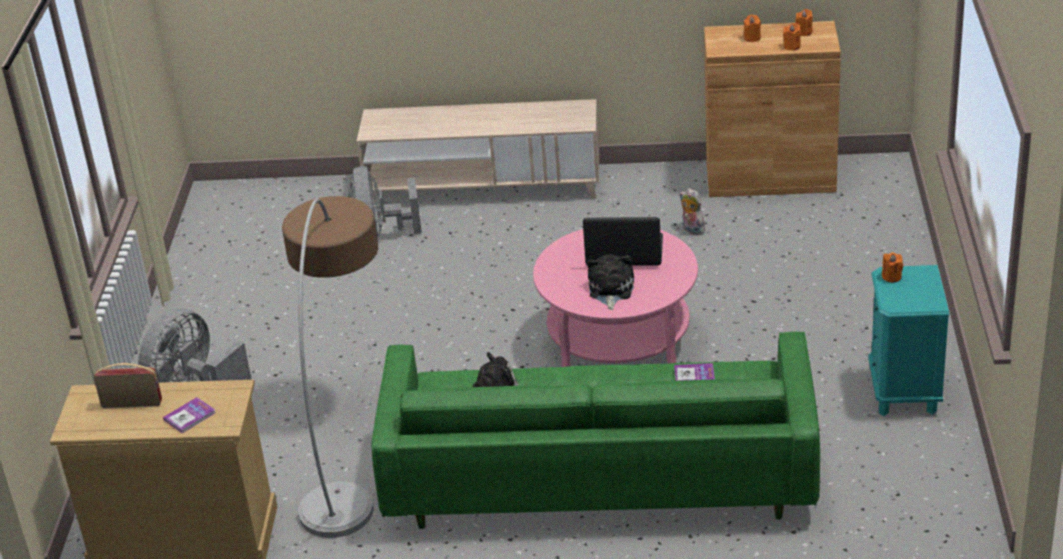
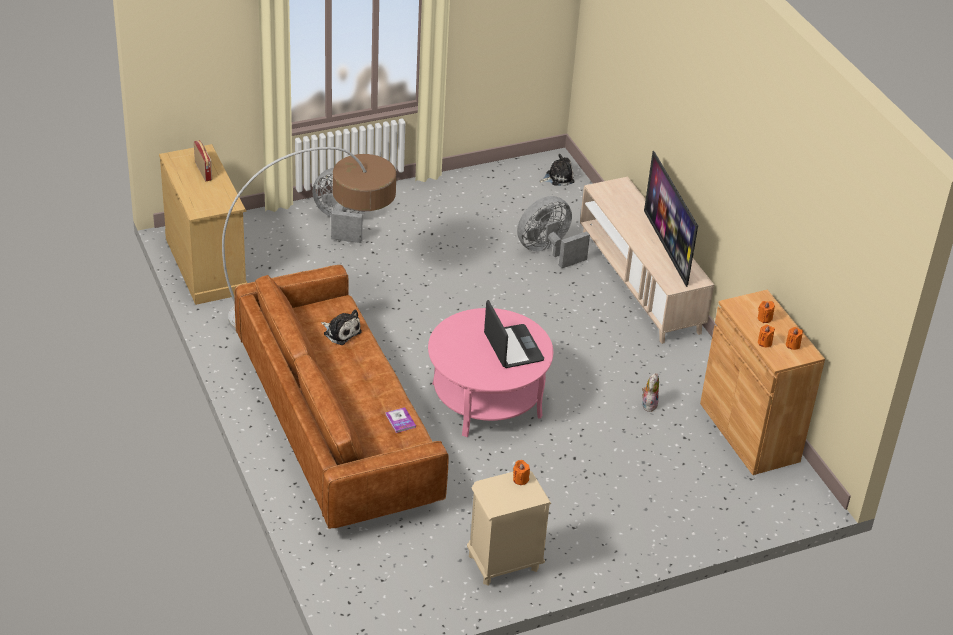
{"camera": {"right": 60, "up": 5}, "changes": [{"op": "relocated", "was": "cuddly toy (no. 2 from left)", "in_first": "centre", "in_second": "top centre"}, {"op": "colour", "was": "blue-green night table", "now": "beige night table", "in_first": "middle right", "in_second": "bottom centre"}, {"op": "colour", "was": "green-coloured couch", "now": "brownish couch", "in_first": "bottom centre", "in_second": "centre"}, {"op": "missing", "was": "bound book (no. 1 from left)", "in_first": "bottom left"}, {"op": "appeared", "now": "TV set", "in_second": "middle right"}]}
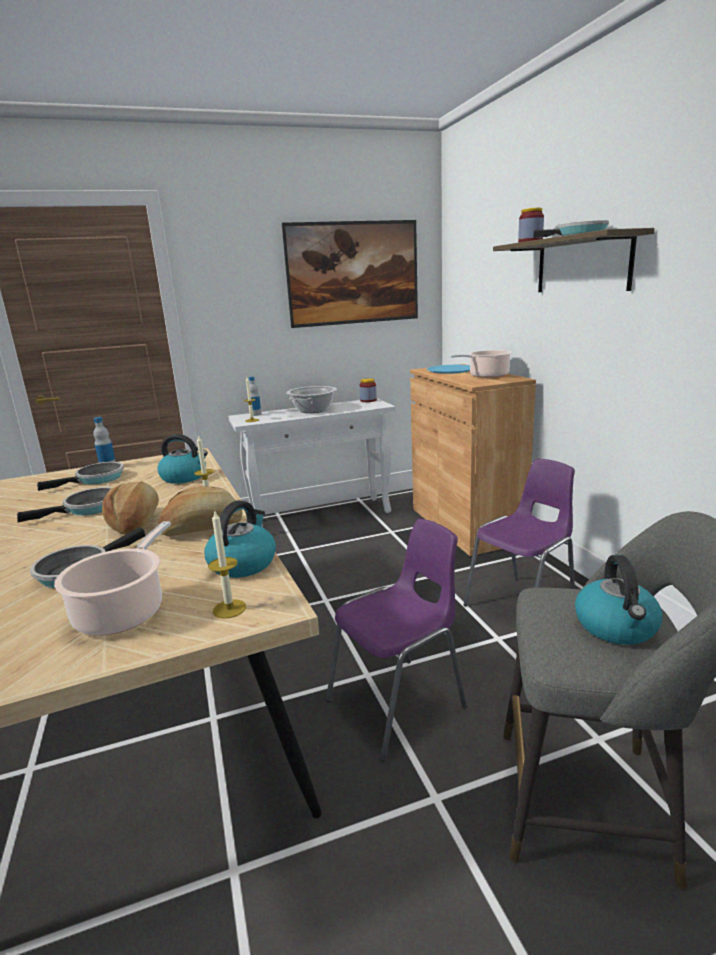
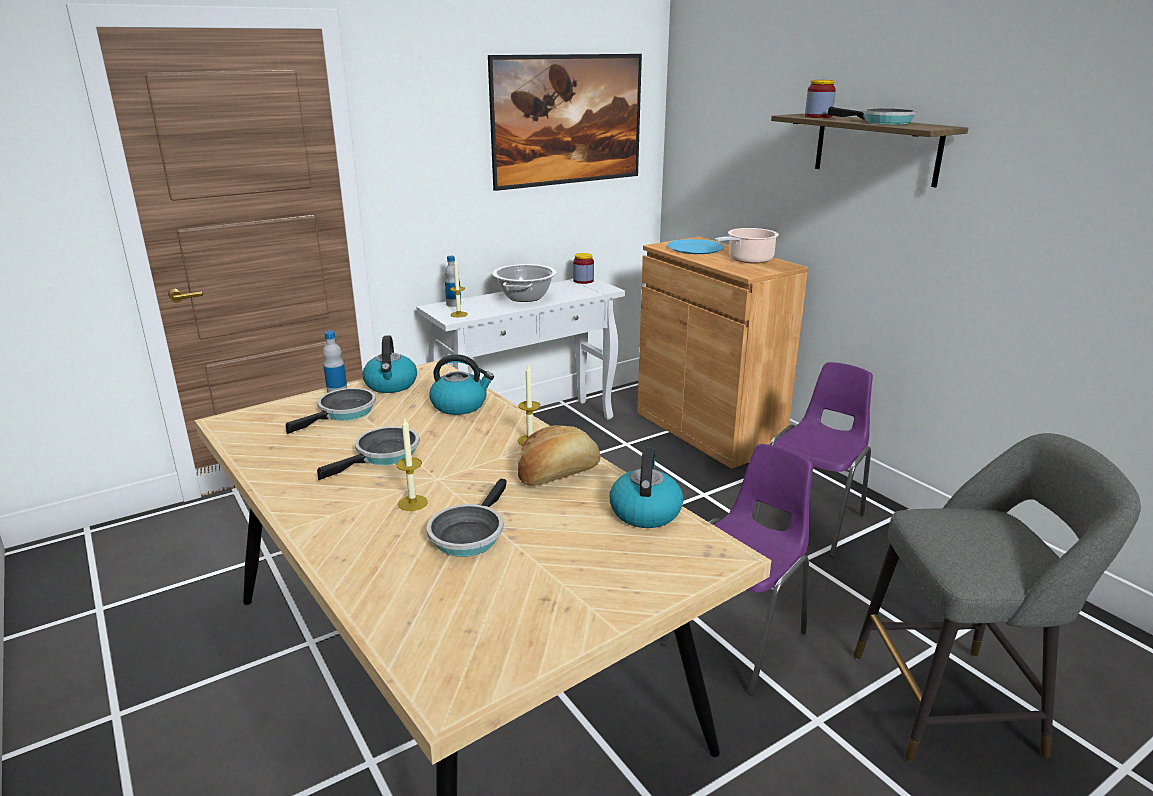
{"camera": {"right": -15, "up": 5}, "changes": [{"op": "missing", "was": "bread (no. 1 from left)", "in_first": "middle left"}, {"op": "relocated", "was": "wax candle (no. 2 from left in the first image)", "now": "wax candle (no. 1 from left)", "in_first": "middle left", "in_second": "centre"}, {"op": "missing", "was": "cooking pot (no. 1 from left)", "in_first": "middle left"}, {"op": "relocated", "was": "tea kettle (no. 3 from left in the first image)", "now": "tea kettle (no. 1 from left)", "in_first": "middle right", "in_second": "centre"}]}
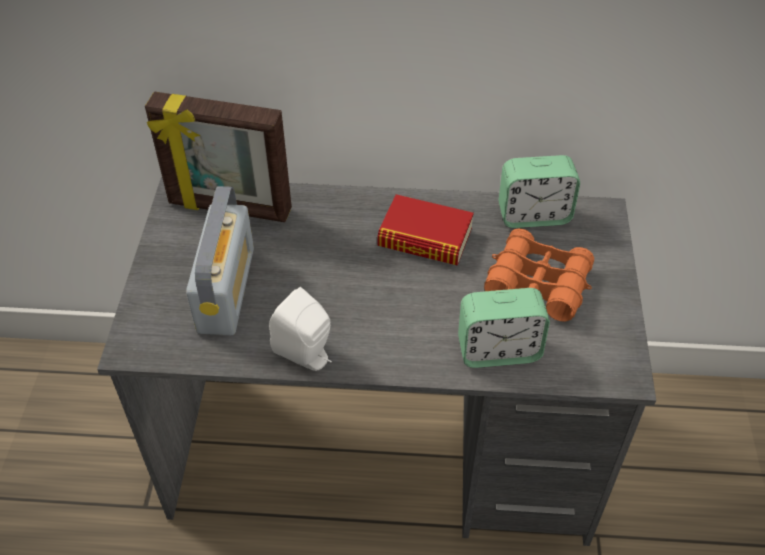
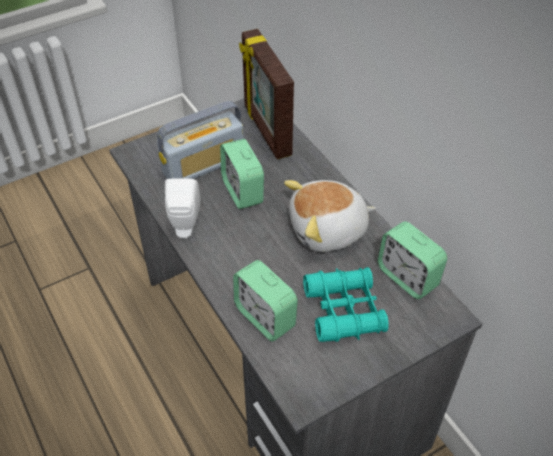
{"camera": {"right": 55, "up": 0}, "changes": [{"op": "exchanged", "was": "bound book", "now": "cuddly toy", "in_first": "centre", "in_second": "centre"}, {"op": "colour", "was": "orange pair of binoculars", "now": "blue-green pair of binoculars", "in_first": "middle right", "in_second": "bottom centre"}, {"op": "appeared", "now": "bedside clock (no. 1 from left)", "in_second": "centre"}]}
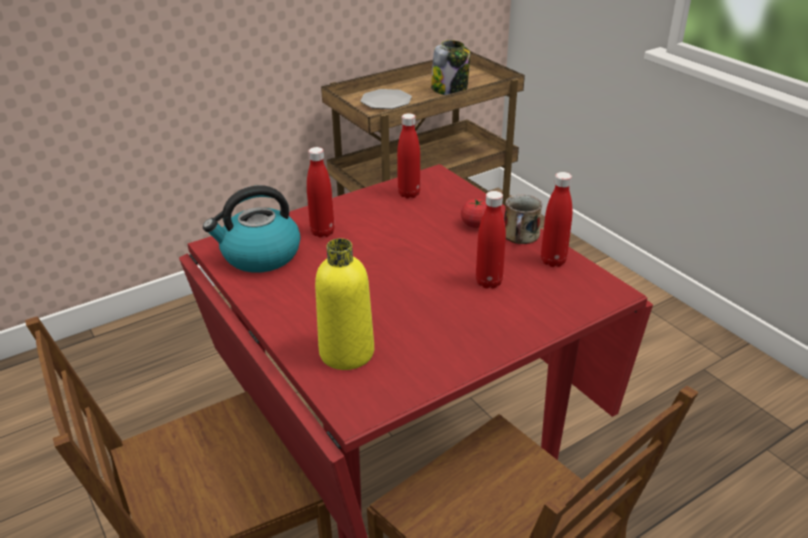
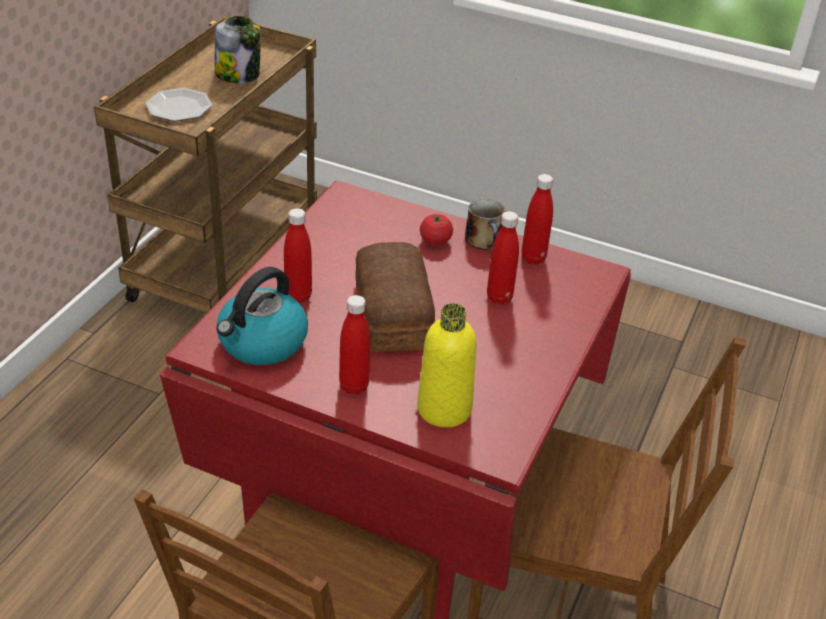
{"camera": {"right": -35, "up": 5}, "changes": [{"op": "relocated", "was": "red beverage bottle (no. 2 from left)", "in_first": "top centre", "in_second": "centre"}, {"op": "appeared", "now": "bread", "in_second": "centre"}]}
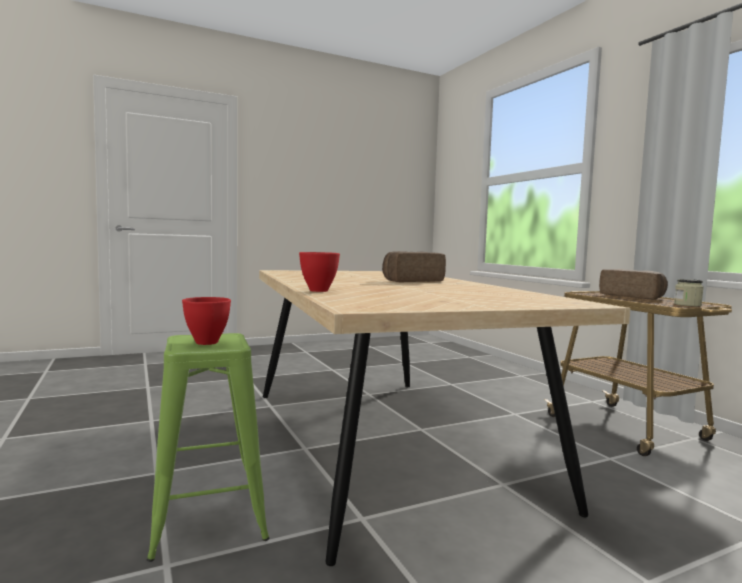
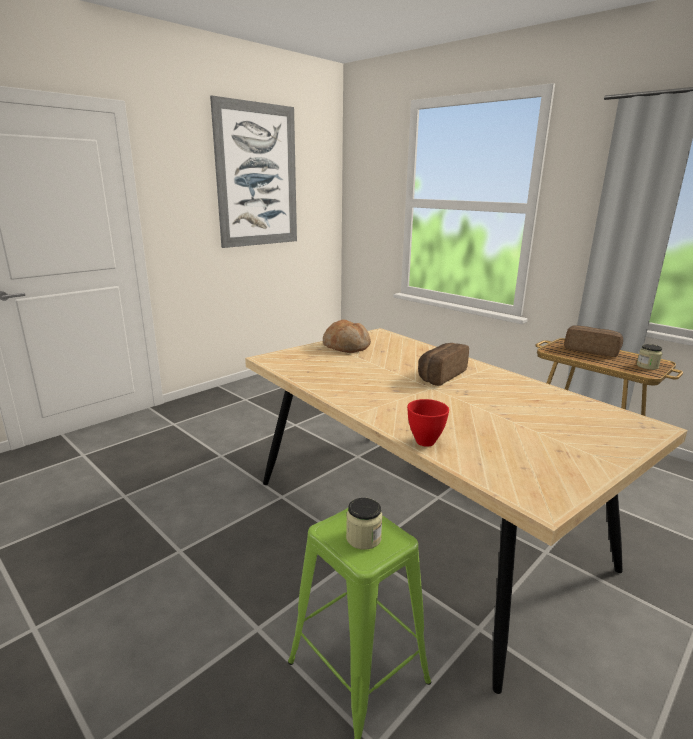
{"camera": {"right": -20, "up": 15}, "changes": [{"op": "exchanged", "was": "red serving bowl (no. 1 from left)", "now": "jar (no. 1 from left)", "in_first": "middle left", "in_second": "bottom centre"}, {"op": "appeared", "now": "wall picture", "in_second": "top centre"}, {"op": "appeared", "now": "bread (no. 1 from left)", "in_second": "centre"}]}
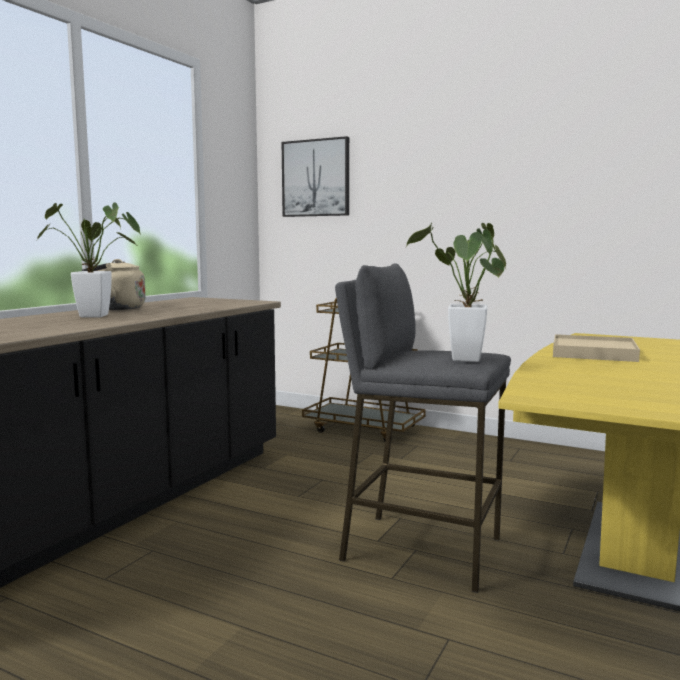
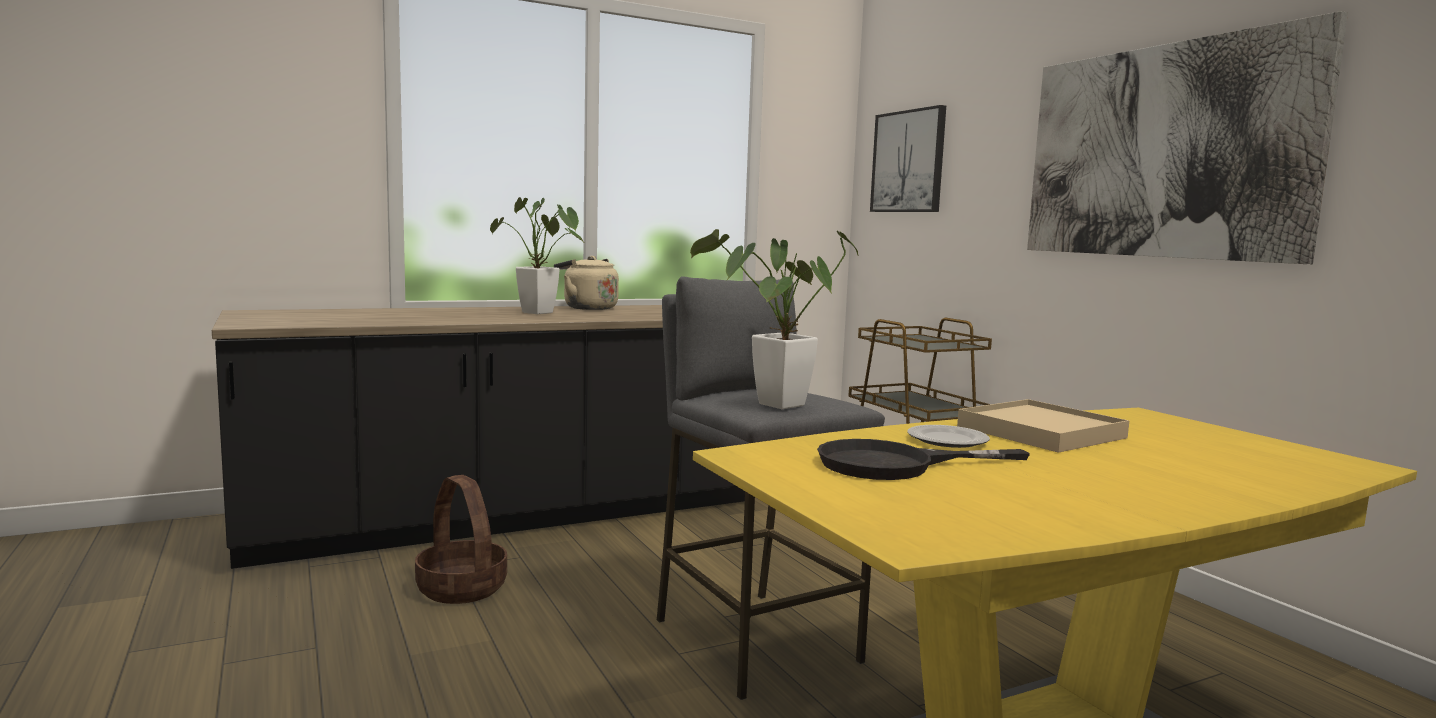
{"camera": {"right": 35, "up": 0}, "changes": [{"op": "appeared", "now": "wall picture (no. 2 from left)", "in_second": "top right"}, {"op": "appeared", "now": "dinner plate", "in_second": "centre"}, {"op": "appeared", "now": "blackish pan", "in_second": "centre"}, {"op": "appeared", "now": "storage basket", "in_second": "bottom left"}]}
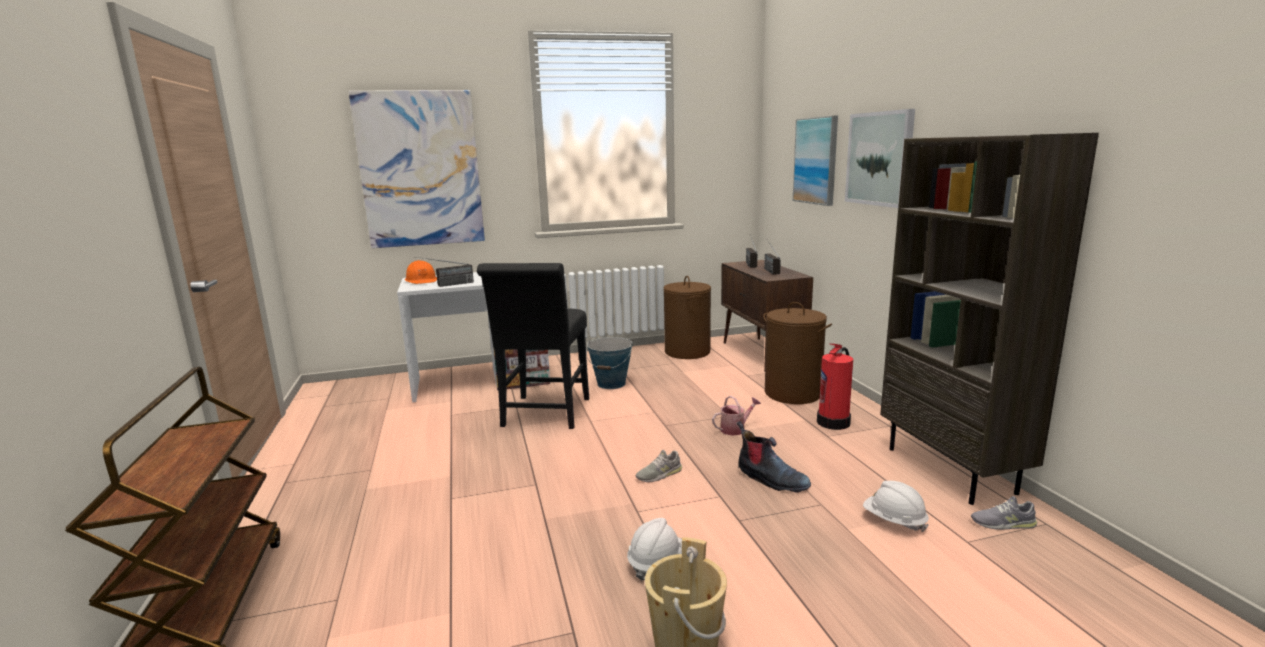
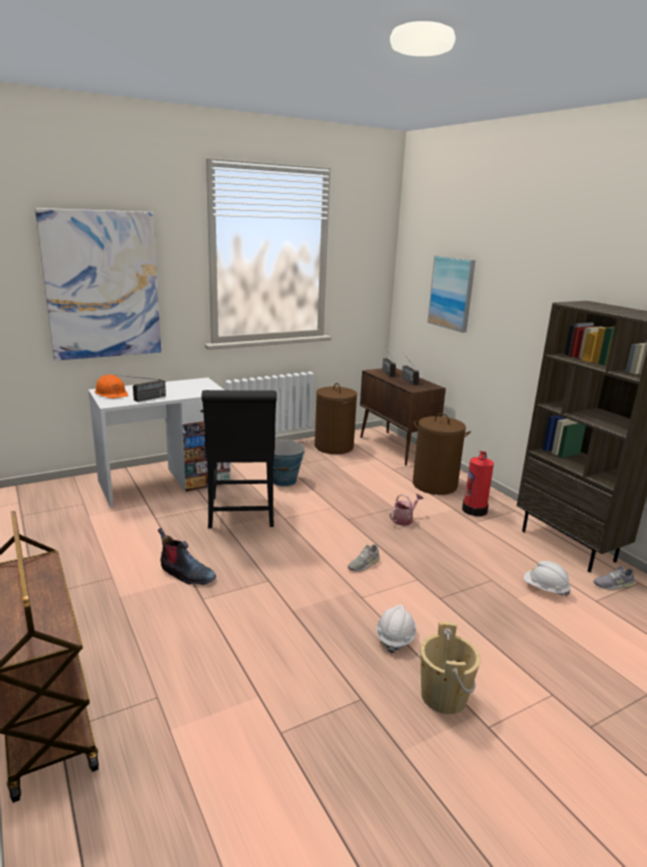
{"camera": {"right": -15, "up": 5}, "changes": [{"op": "missing", "was": "wall picture (no. 3 from left)", "in_first": "top right"}, {"op": "relocated", "was": "tall boot", "in_first": "bottom centre", "in_second": "middle left"}]}
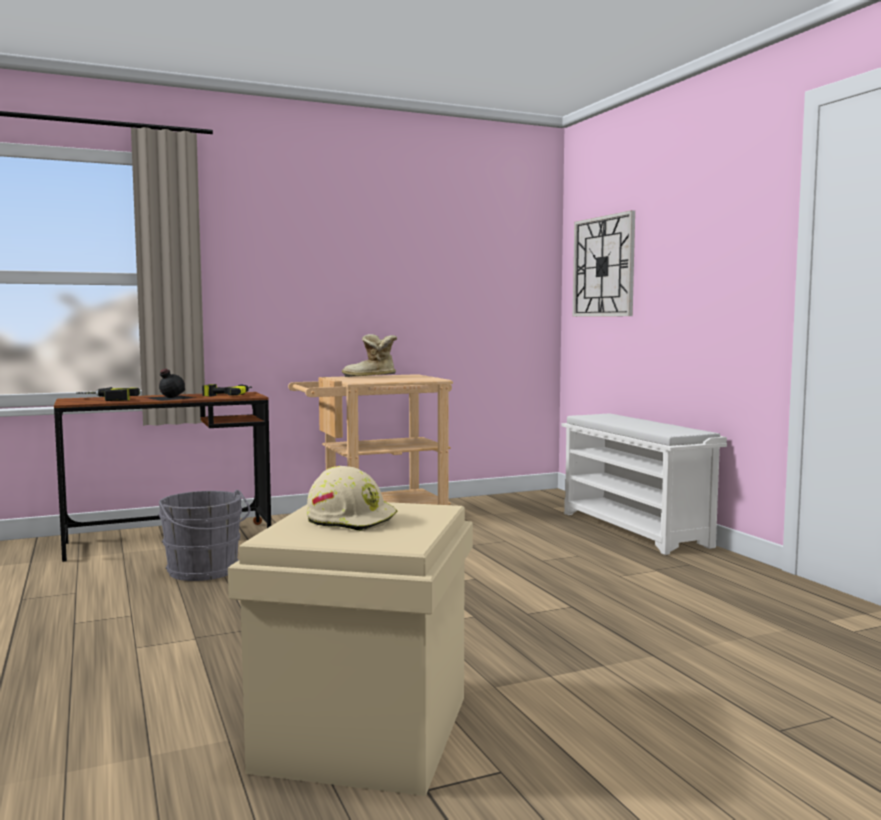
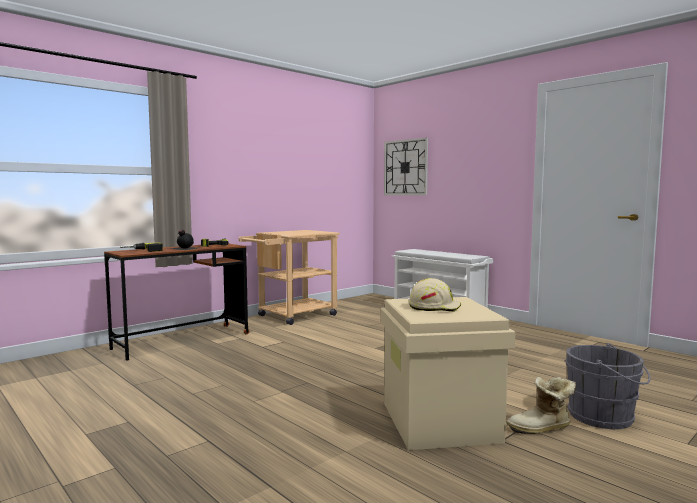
{"camera": {"right": -20, "up": 0}, "changes": [{"op": "relocated", "was": "tall boot", "in_first": "centre", "in_second": "bottom right"}, {"op": "relocated", "was": "grey pail", "in_first": "middle left", "in_second": "bottom right"}]}
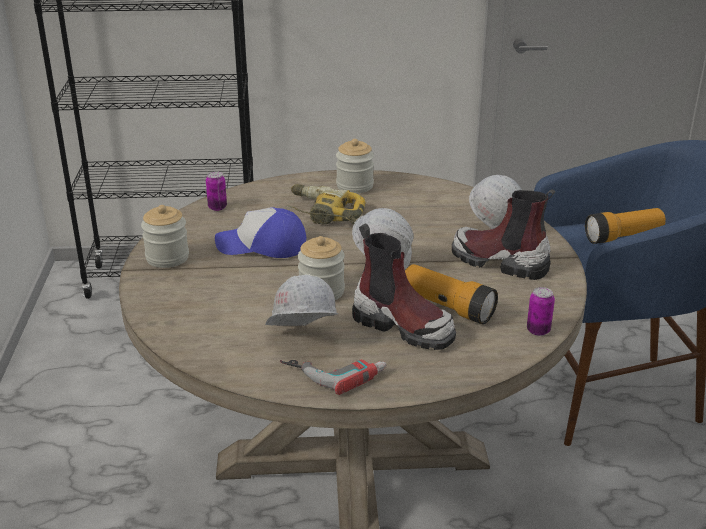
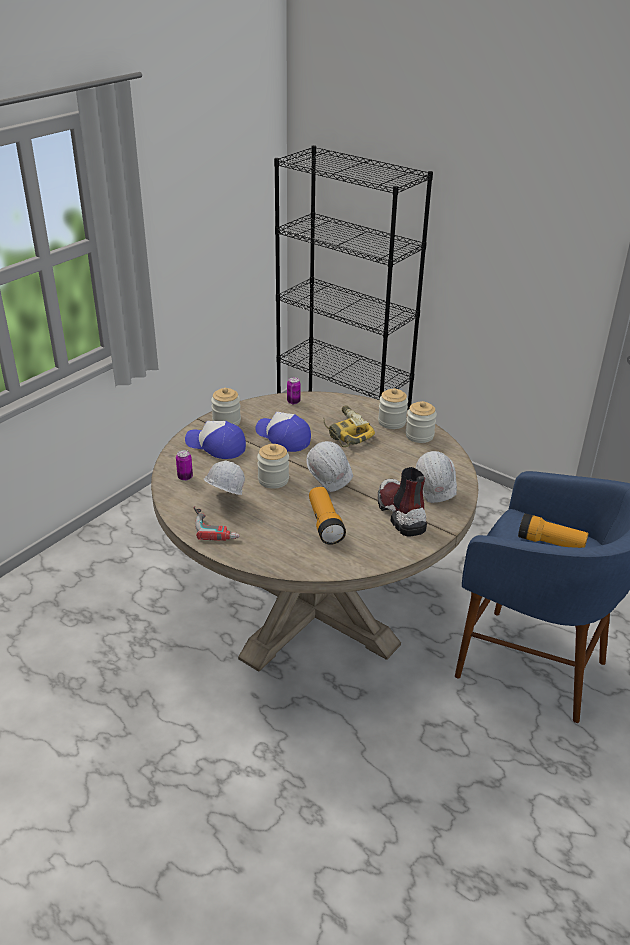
{"camera": {"right": 40, "up": 5}, "changes": [{"op": "missing", "was": "tall boot (no. 1 from left)", "in_first": "centre"}, {"op": "relocated", "was": "metal can (no. 2 from left in the first image)", "now": "metal can (no. 1 from left)", "in_first": "middle right", "in_second": "middle left"}, {"op": "appeared", "now": "jar (no. 4 from left)", "in_second": "middle right"}, {"op": "appeared", "now": "peaked cap (no. 1 from left)", "in_second": "centre"}]}
